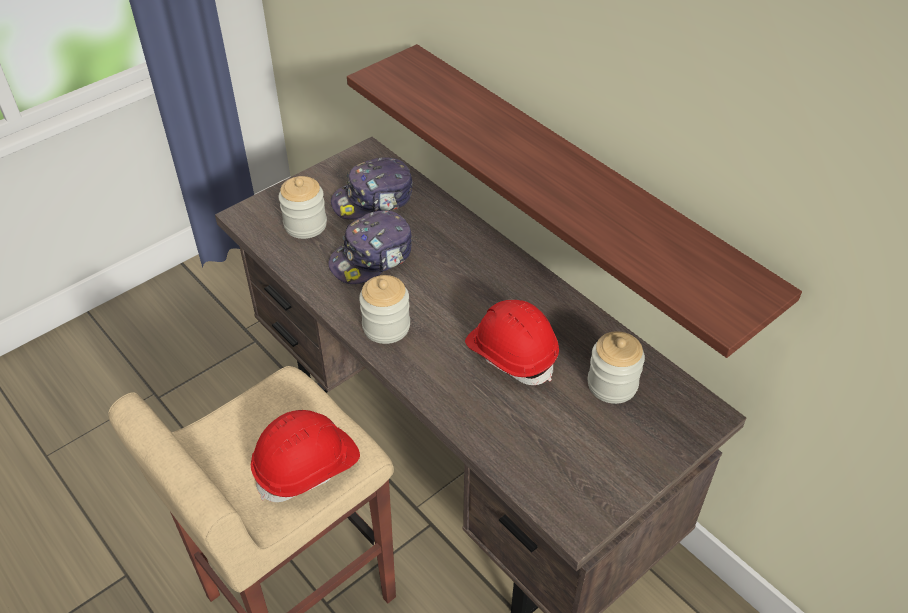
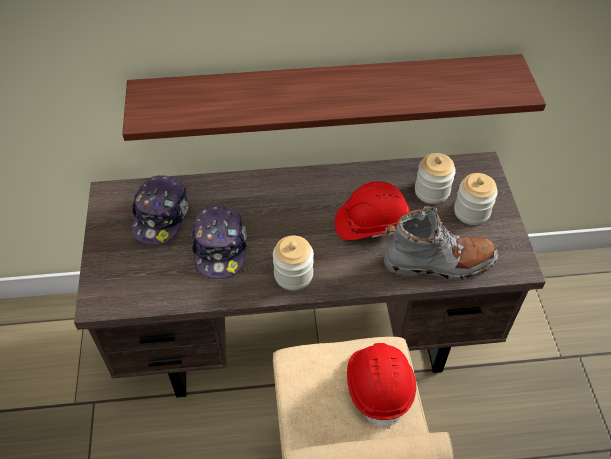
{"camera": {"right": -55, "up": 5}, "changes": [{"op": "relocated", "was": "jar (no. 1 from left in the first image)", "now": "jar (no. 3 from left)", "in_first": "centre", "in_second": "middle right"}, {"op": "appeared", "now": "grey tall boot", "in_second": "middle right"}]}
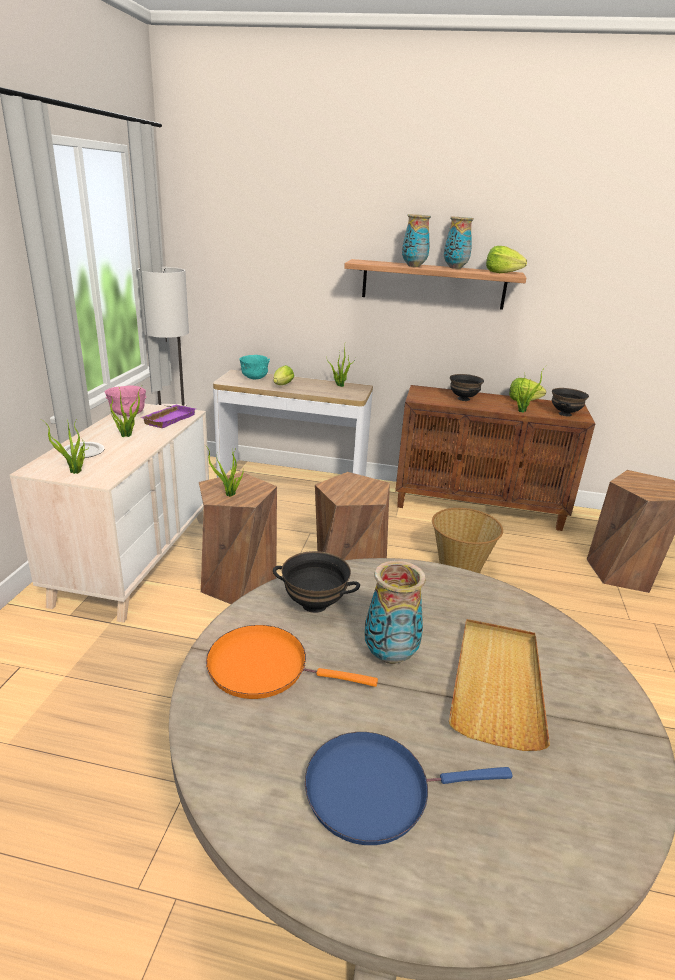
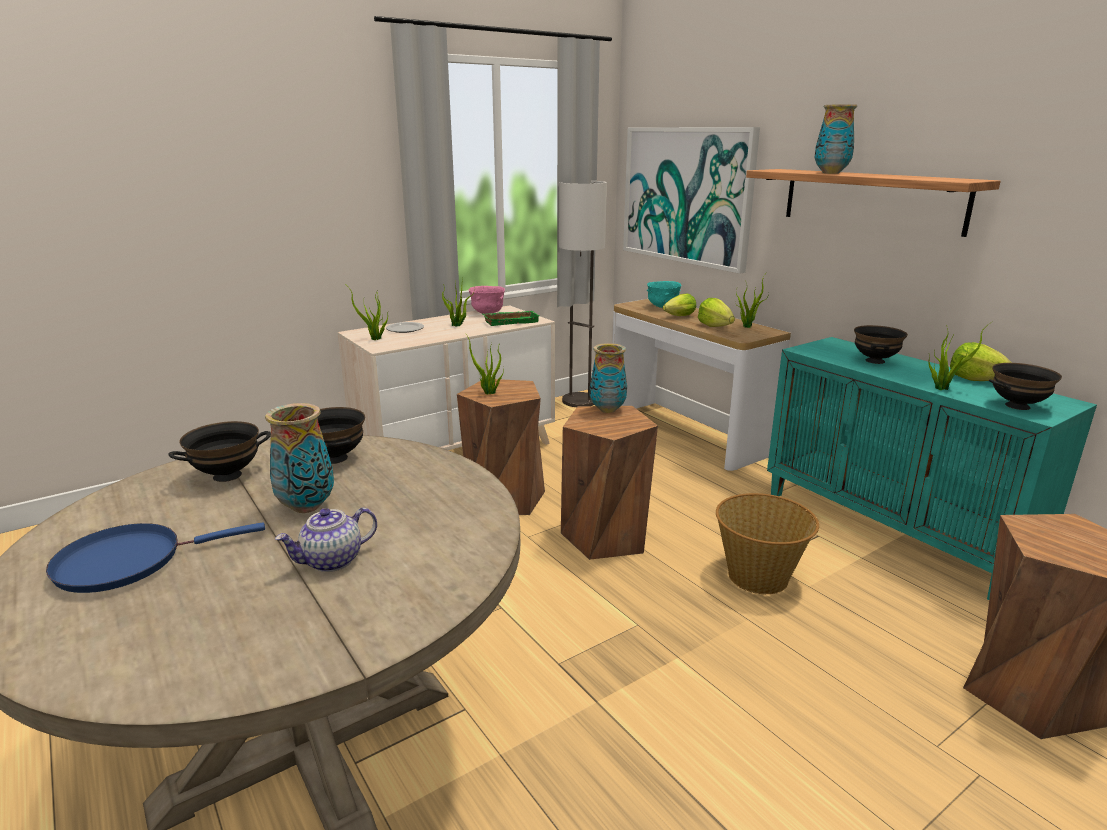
{"camera": {"right": 45, "up": -5}, "changes": [{"op": "relocated", "was": "flower vase (no. 3 from left in the first image)", "now": "flower vase (no. 2 from left)", "in_first": "top right", "in_second": "centre"}, {"op": "relocated", "was": "lettuce (no. 2 from left)", "in_first": "top right", "in_second": "centre"}, {"op": "colour", "was": "brownish storage cabinet", "now": "blue-green storage cabinet", "in_first": "middle right", "in_second": "middle right"}, {"op": "colour", "was": "purple-coloured tray", "now": "green-coloured tray", "in_first": "middle left", "in_second": "centre"}, {"op": "exchanged", "was": "beige tray", "now": "teapot", "in_first": "bottom right", "in_second": "middle left"}, {"op": "exchanged", "was": "orange pan", "now": "blackish serving bowl (no. 1 from left)", "in_first": "bottom centre", "in_second": "middle left"}, {"op": "spun", "was": "bluish pan", "in_first": "bottom centre", "in_second": "bottom left", "clockwise": -60}, {"op": "appeared", "now": "wall picture", "in_second": "top centre"}]}
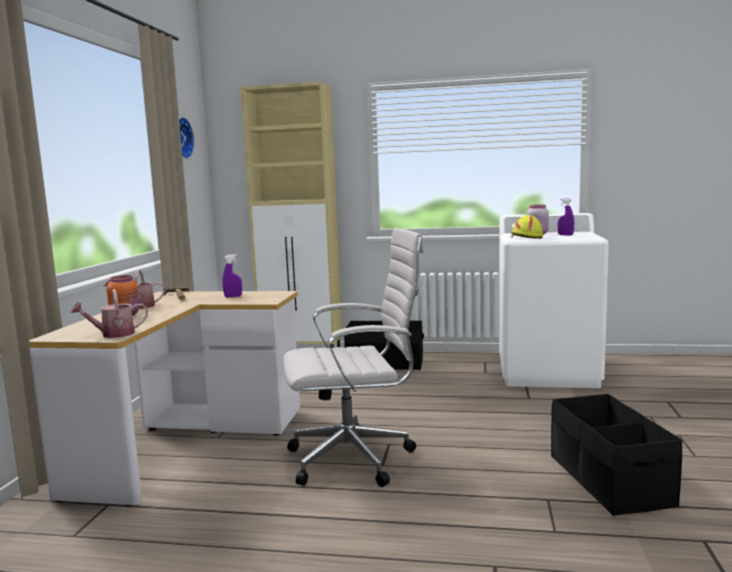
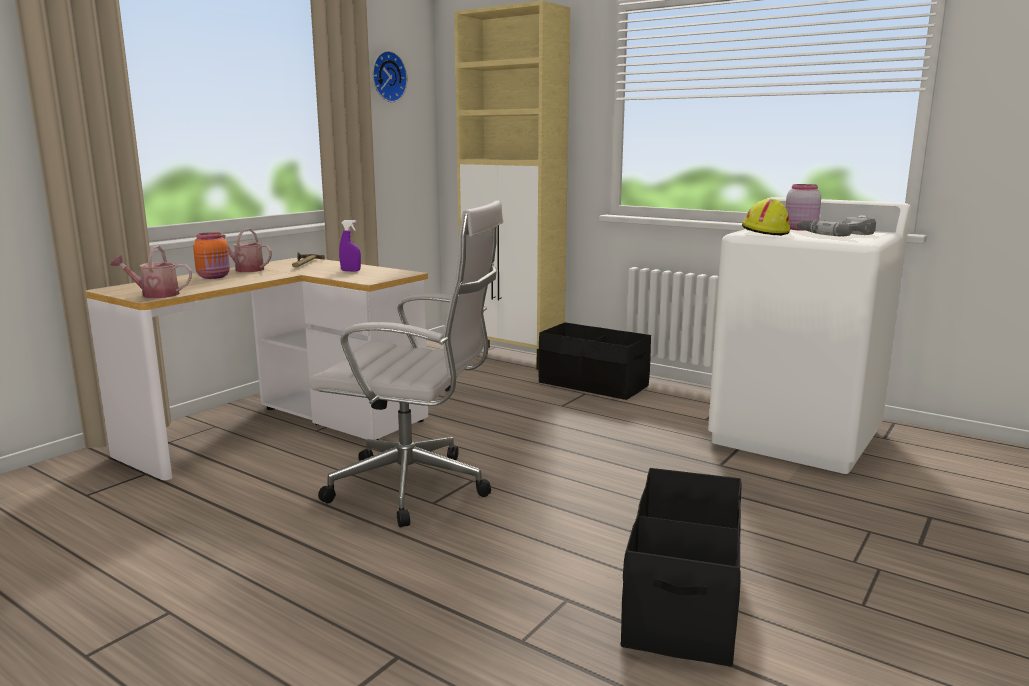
{"camera": {"right": 25, "up": 5}, "changes": [{"op": "exchanged", "was": "purple-coloured sprayer (no. 2 from left)", "now": "power drill", "in_first": "middle right", "in_second": "top right"}]}
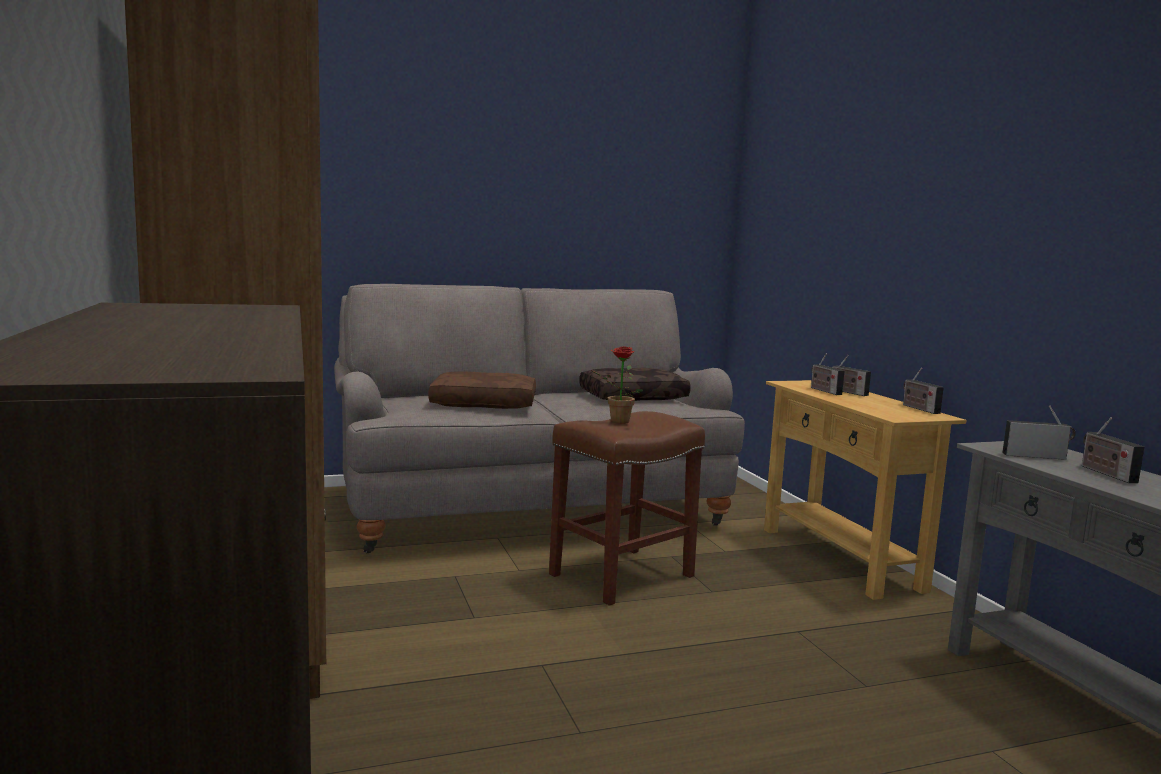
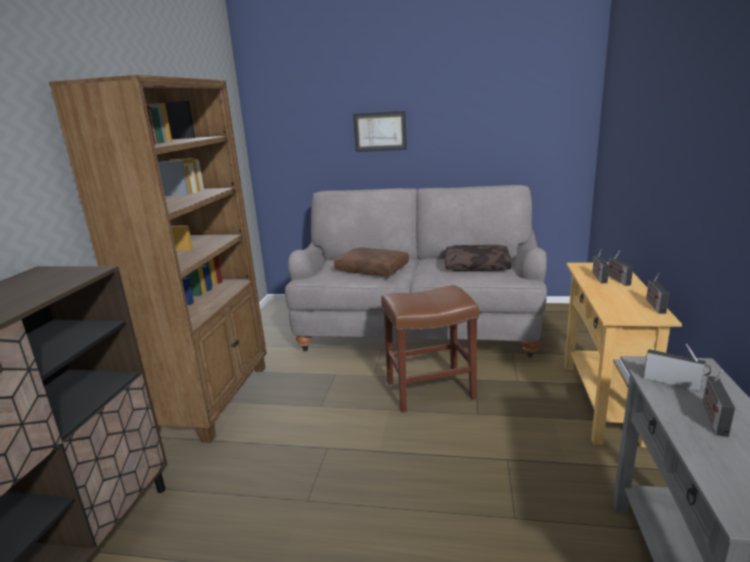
{"camera": {"right": 30, "up": 10}, "changes": [{"op": "missing", "was": "potted plant", "in_first": "centre"}, {"op": "appeared", "now": "wall picture", "in_second": "top centre"}]}
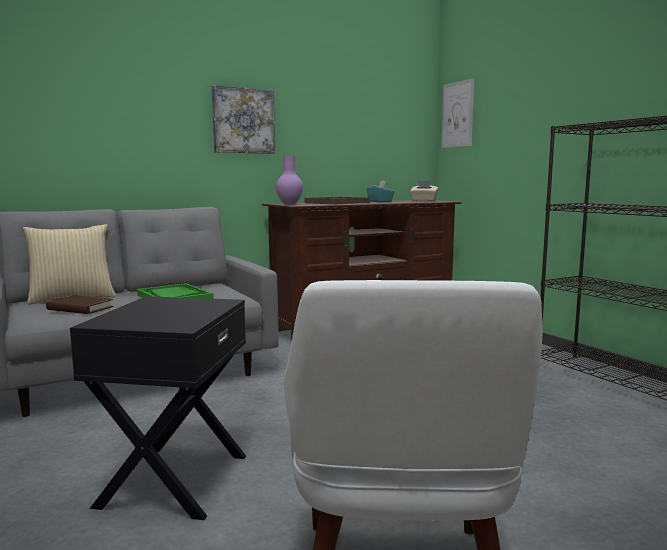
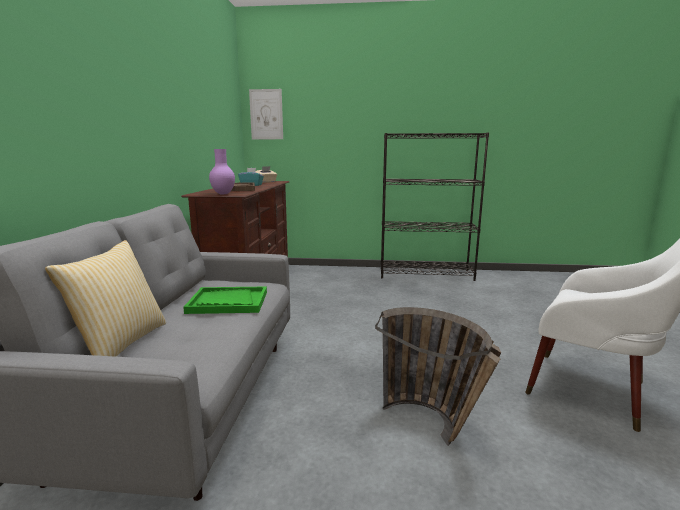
{"camera": {"right": -55, "up": 5}, "changes": [{"op": "missing", "was": "wall picture (no. 1 from left)", "in_first": "top centre"}, {"op": "missing", "was": "brownish bound book", "in_first": "middle left"}, {"op": "exchanged", "was": "blackish accent table", "now": "storage basket", "in_first": "bottom left", "in_second": "bottom centre"}]}
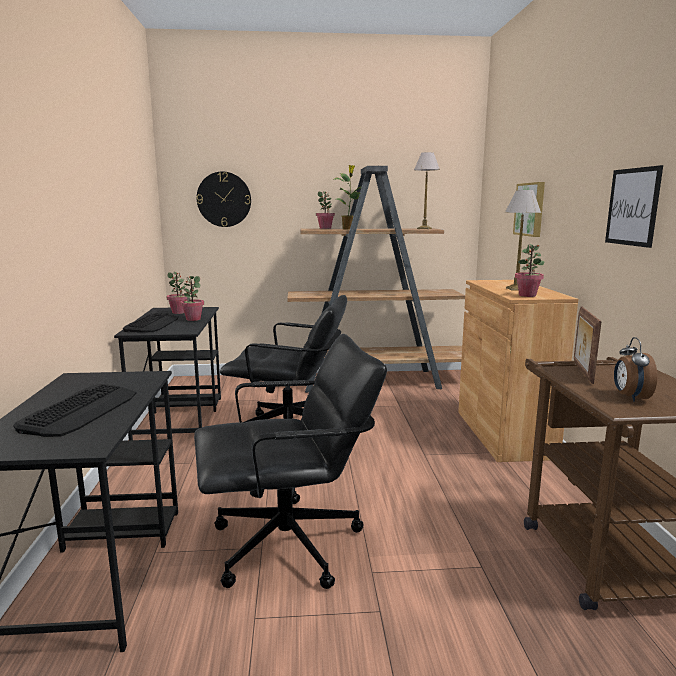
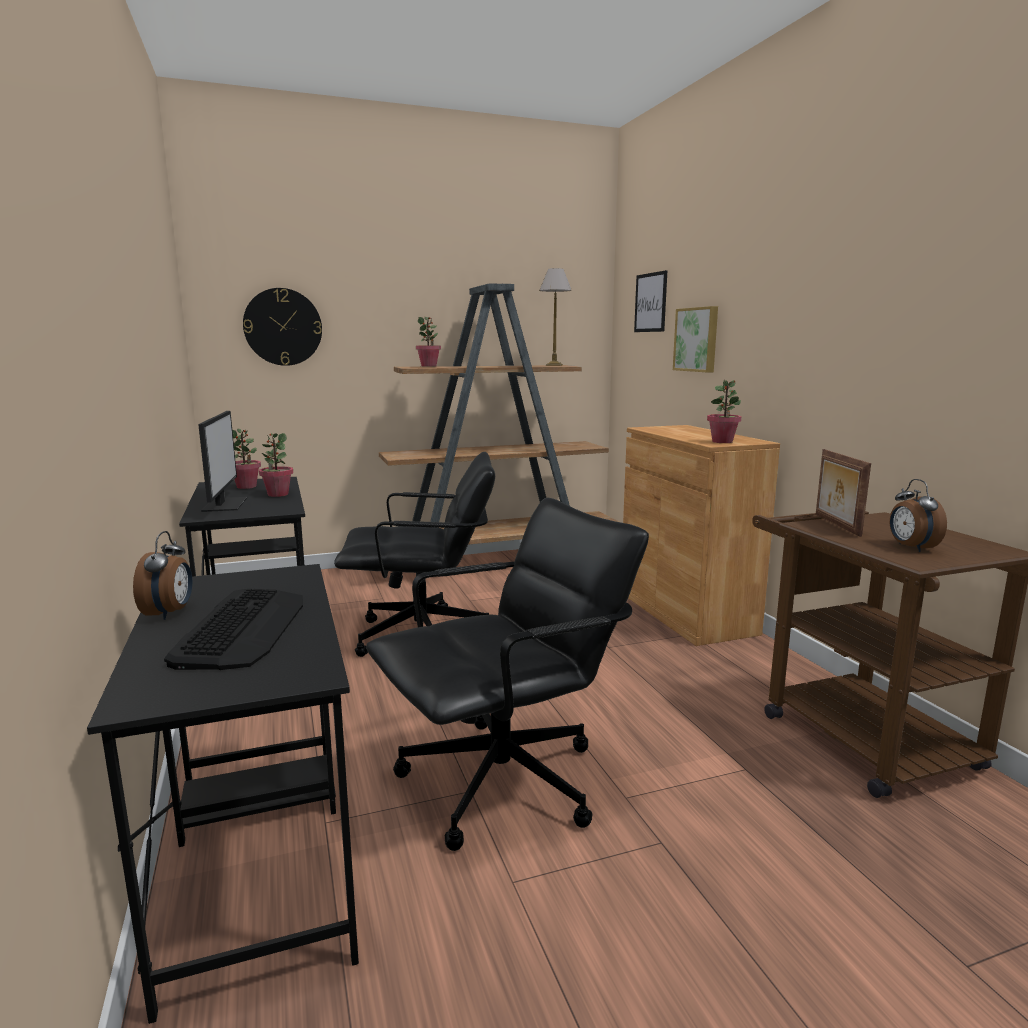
{"camera": {"right": -15, "up": 0}, "changes": [{"op": "missing", "was": "potted plant (no. 4 from left)", "in_first": "top centre"}, {"op": "relocated", "was": "wall picture (no. 2 from left in the first image)", "now": "wall picture (no. 1 from left)", "in_first": "top right", "in_second": "top centre"}, {"op": "missing", "was": "tabletop lamp (no. 2 from left)", "in_first": "middle right"}, {"op": "exchanged", "was": "computer keyboard (no. 2 from left)", "now": "monitor", "in_first": "middle left", "in_second": "middle left"}, {"op": "appeared", "now": "bedside clock (no. 1 from left)", "in_second": "middle left"}]}
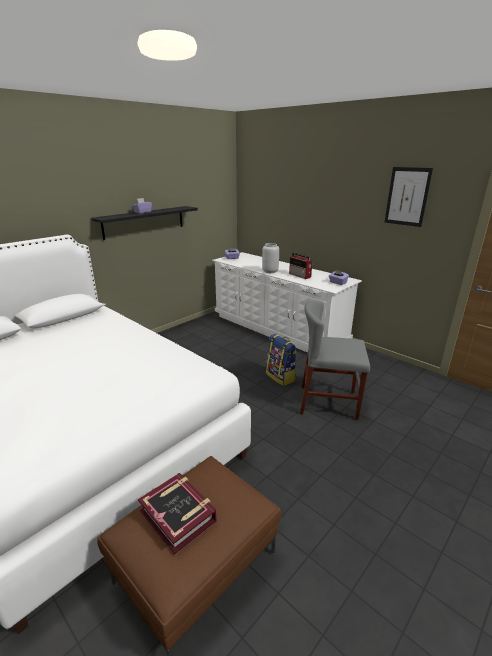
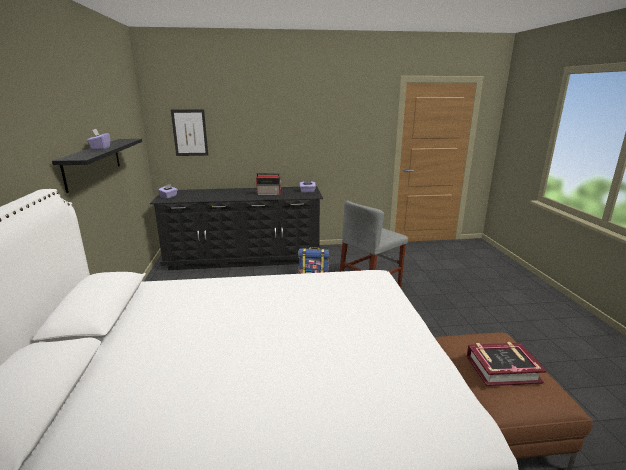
{"camera": {"right": -50, "up": -5}, "changes": [{"op": "relocated", "was": "wall picture", "in_first": "top right", "in_second": "top left"}, {"op": "missing", "was": "grey flower vase", "in_first": "centre"}, {"op": "colour", "was": "whitish chest of drawers", "now": "blackish chest of drawers", "in_first": "centre", "in_second": "centre"}]}
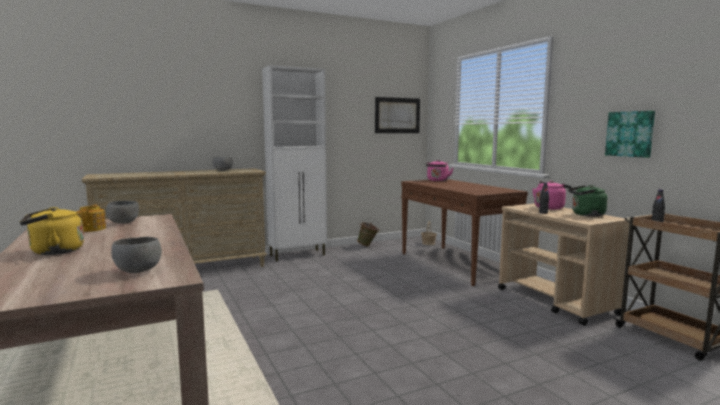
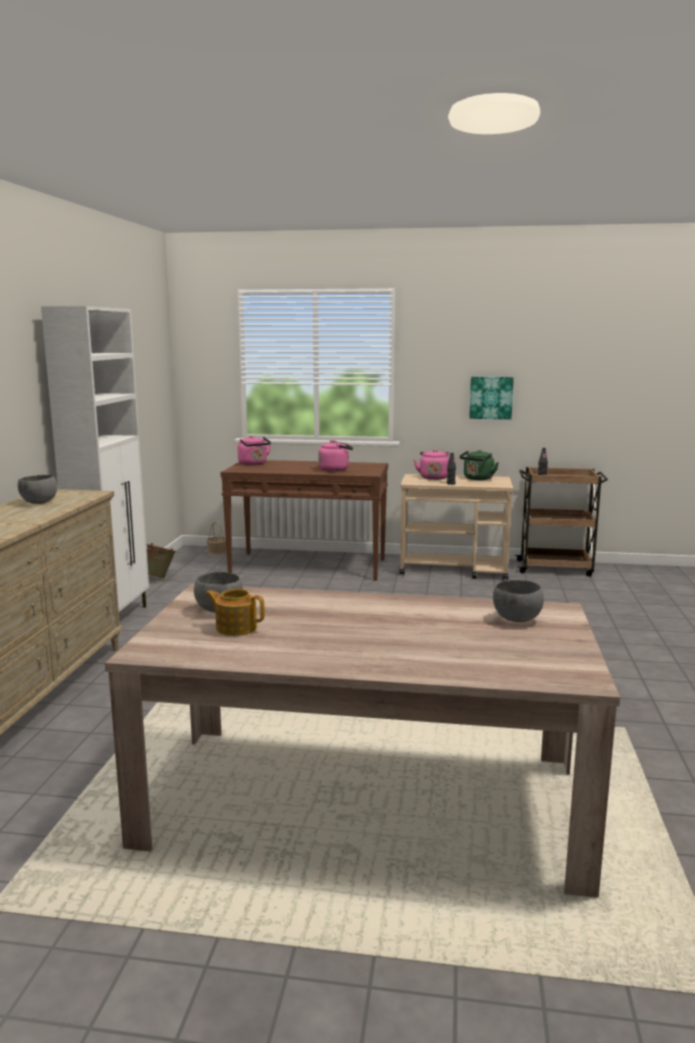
{"camera": {"right": -55, "up": 5}, "changes": [{"op": "missing", "was": "wall picture (no. 1 from left)", "in_first": "top centre"}, {"op": "missing", "was": "yellowish tea kettle", "in_first": "middle left"}, {"op": "appeared", "now": "pink tea kettle (no. 2 from left)", "in_second": "centre"}]}
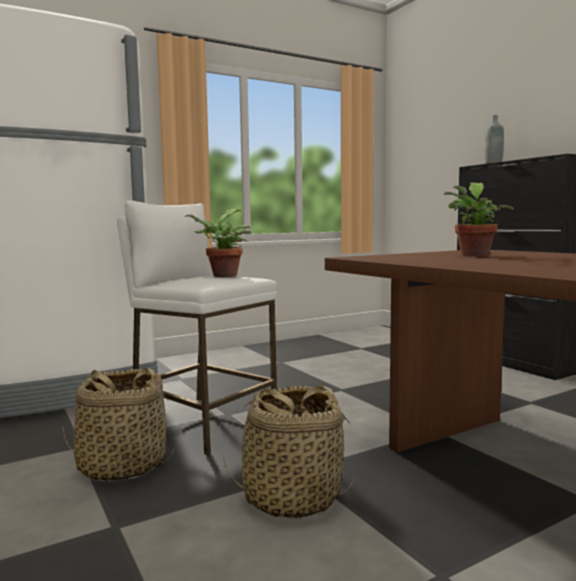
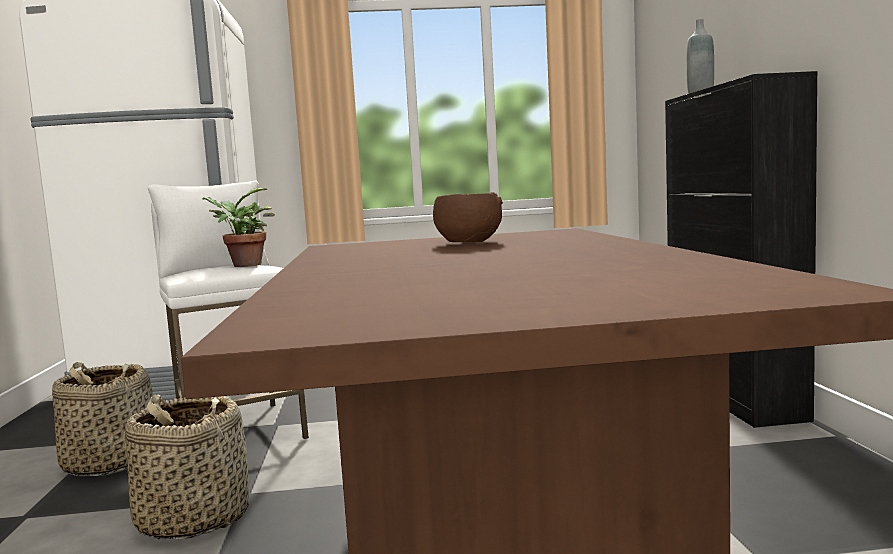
{"camera": {"right": 25, "up": 0}, "changes": [{"op": "exchanged", "was": "potted plant (no. 2 from left)", "now": "brownish serving bowl", "in_first": "middle right", "in_second": "centre"}]}
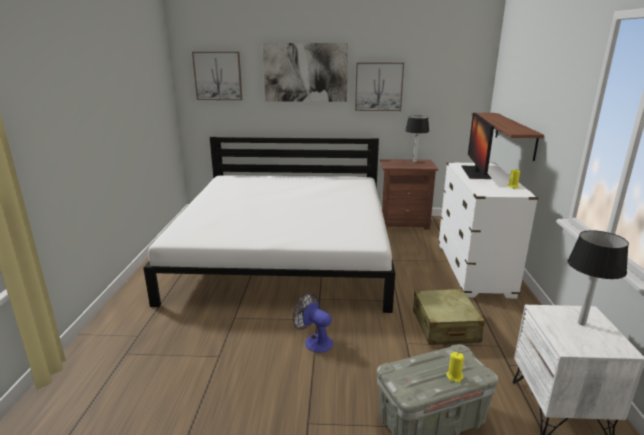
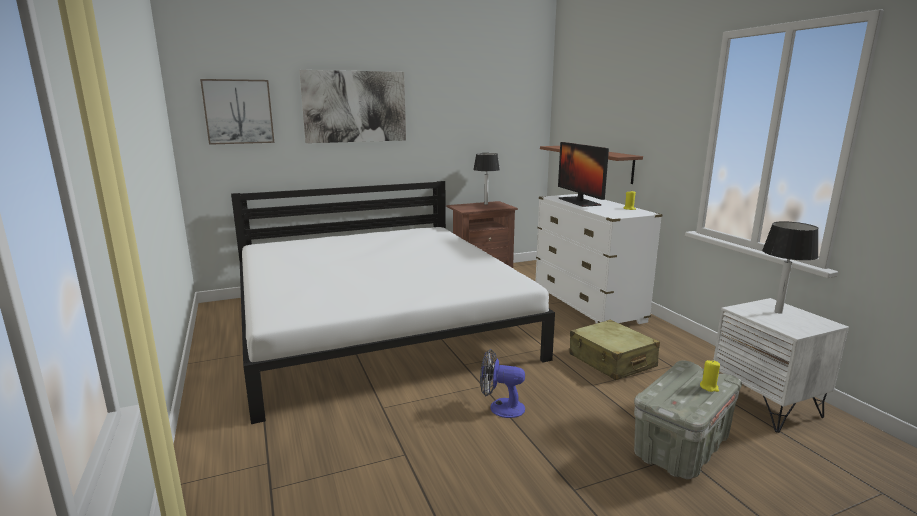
{"camera": {"right": -25, "up": -5}, "changes": [{"op": "missing", "was": "wall picture (no. 3 from left)", "in_first": "top centre"}]}
